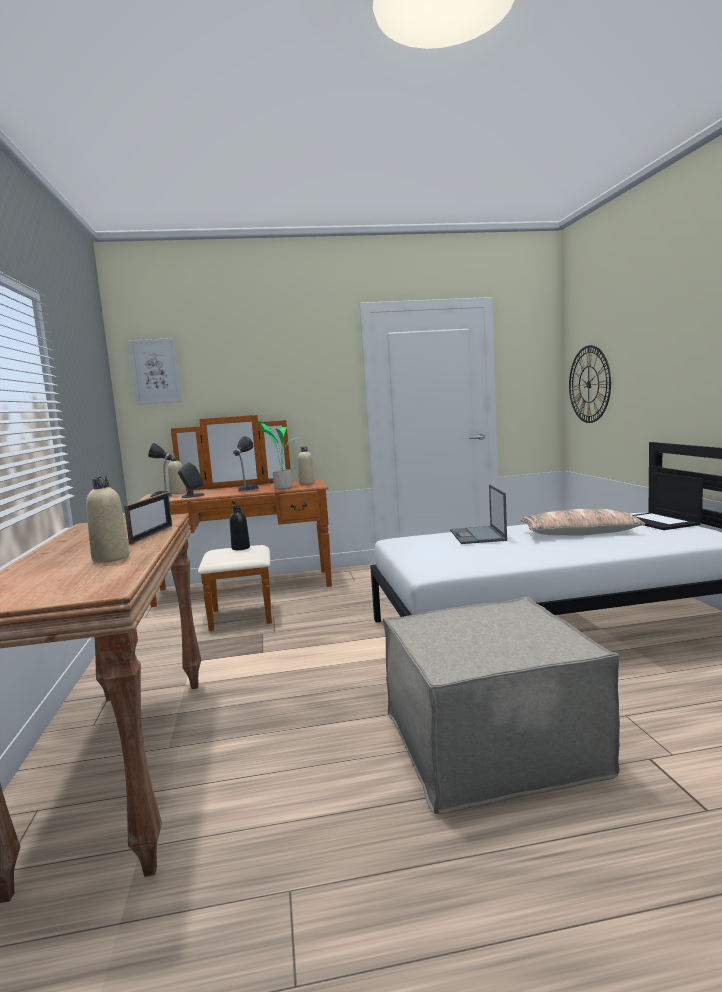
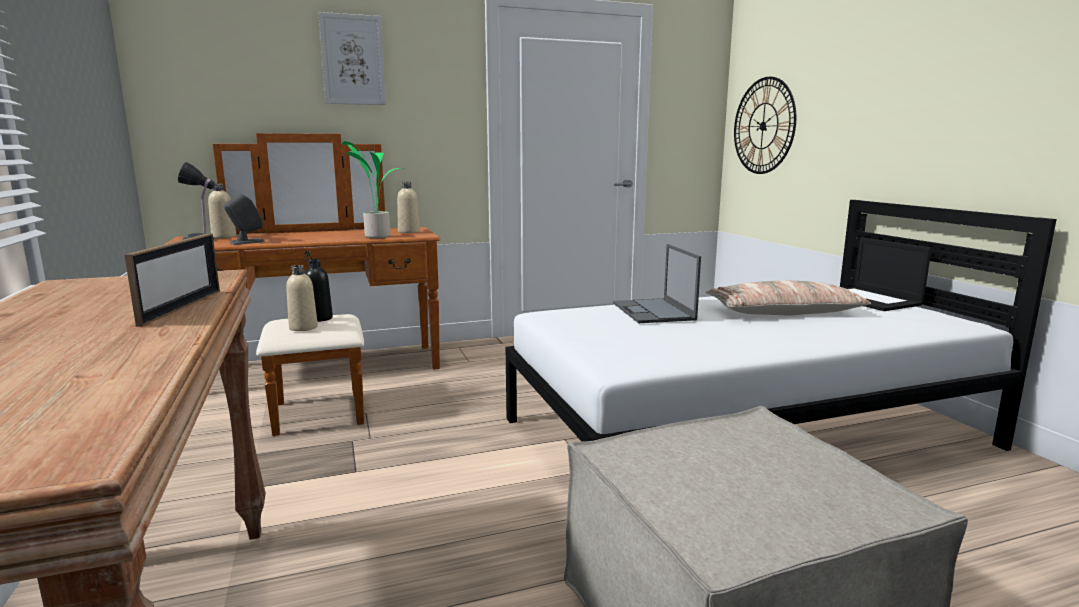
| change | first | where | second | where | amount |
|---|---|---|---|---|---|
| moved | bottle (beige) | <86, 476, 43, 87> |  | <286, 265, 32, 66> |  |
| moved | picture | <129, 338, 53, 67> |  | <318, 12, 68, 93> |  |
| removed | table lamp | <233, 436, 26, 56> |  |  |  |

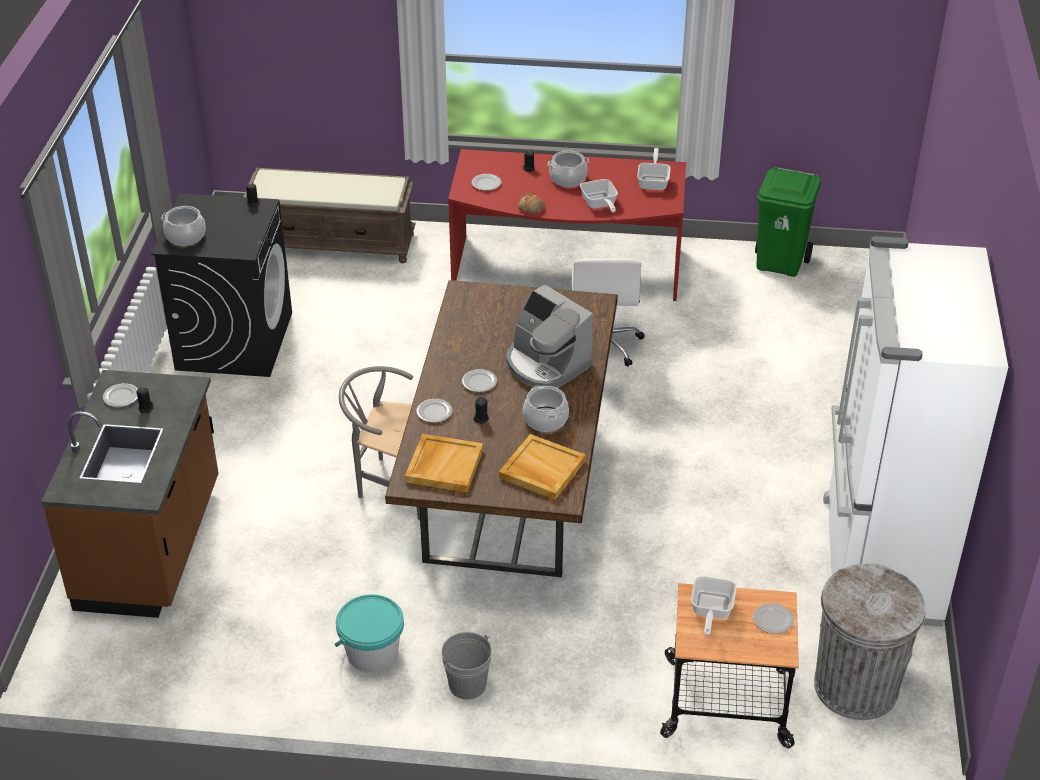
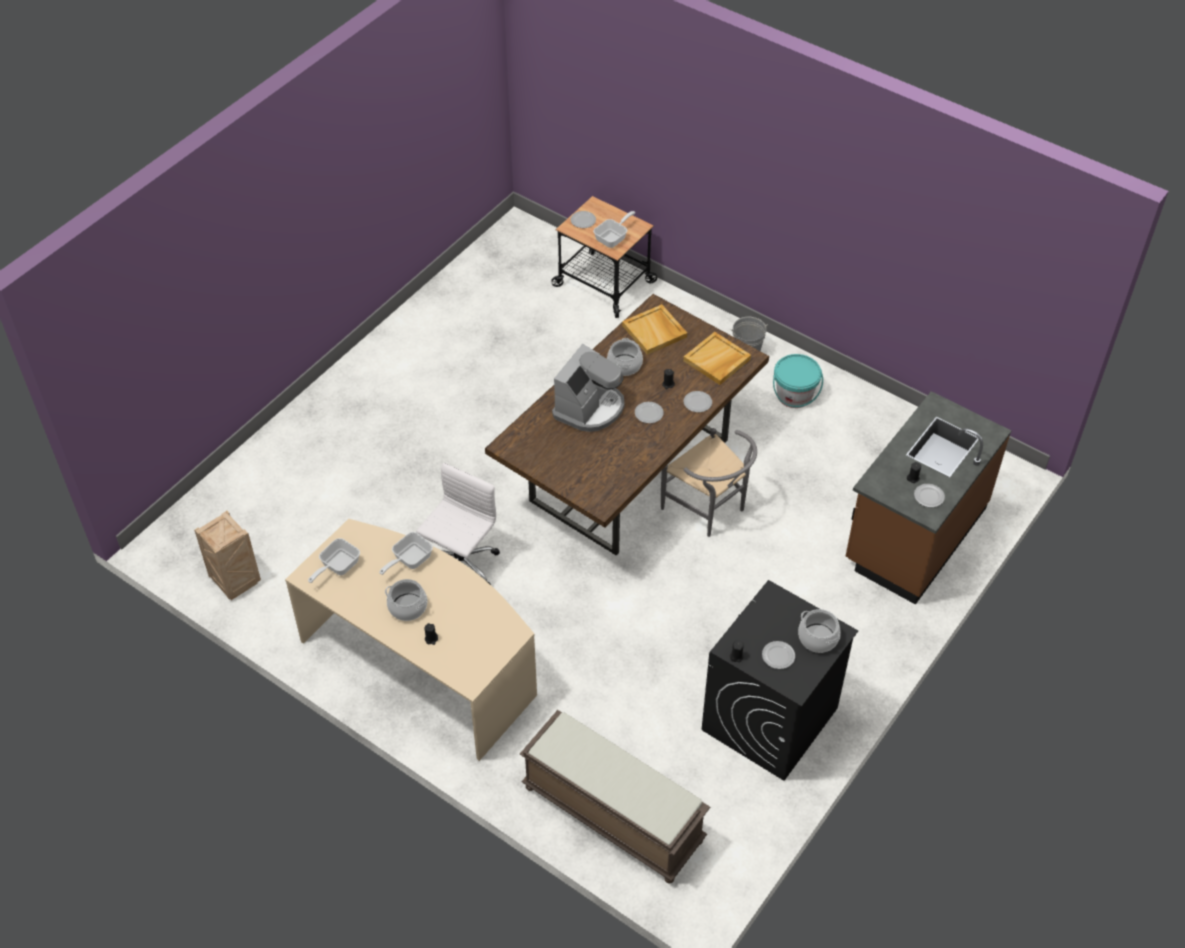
| change | first | where | second | where | amount |
|---|---|---|---|---|---|
| replaced | trash can (green) | <755, 167, 66, 110> | crate | <194, 510, 67, 90> |  |
| recoloured | desk (red) | <448, 149, 238, 152> | desk (beige) | <285, 519, 252, 242> |  |
| turned | frying pan | <580, 179, 38, 34> |  | <379, 532, 54, 43> | 150 degrees counterclockwise |
| turned | coffee machine | <506, 285, 87, 103> |  | <552, 344, 73, 88> | 45 degrees clockwise |
| moved | plate | <472, 174, 30, 17> |  | <762, 641, 33, 28> |  |
| removed | bread | <518, 193, 27, 21> |  |  |  |
| removed | trash can (grey) | <814, 563, 112, 157> |  |  |  |
| removed | fridge (white) | <823, 236, 185, 391> |  |  |  |

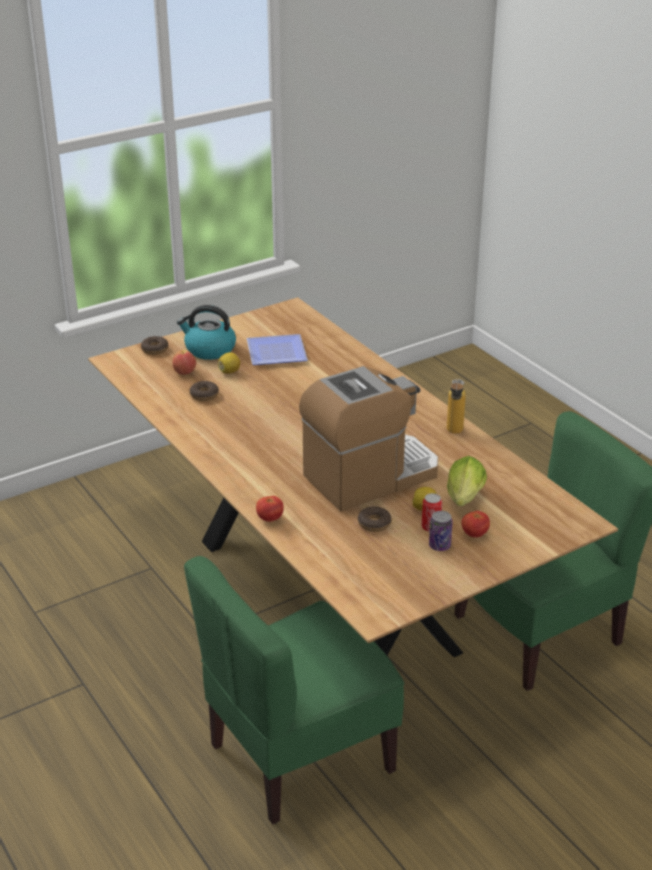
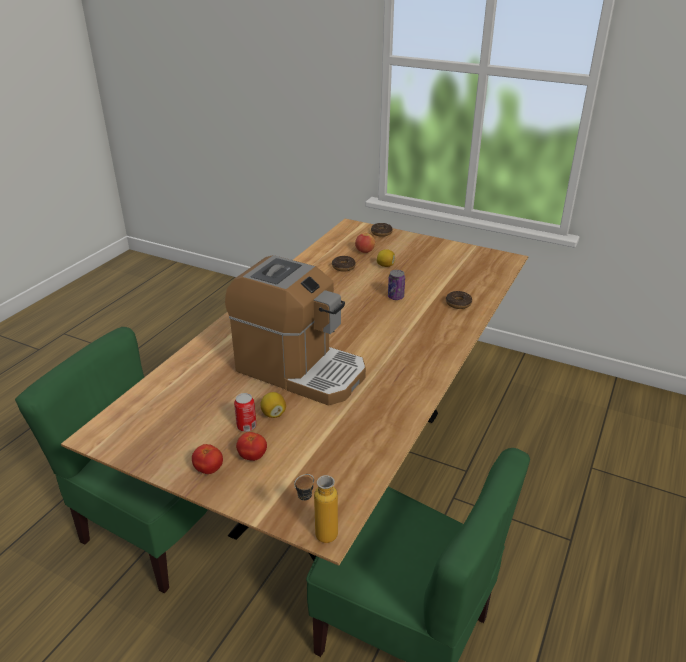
| change | first | where | second | where | amount |
|---|---|---|---|---|---|
| moved | tomato | <256, 496, 28, 26> |  | <192, 444, 31, 30> |  |
| moved | bottle | <447, 378, 19, 56> |  | <294, 474, 44, 69> |  |
| moved | can | <429, 511, 24, 40> |  | <388, 270, 17, 30> |  |
| moved | donut | <358, 506, 34, 26> |  | <446, 291, 26, 18> |  |
| removed | kettle | <177, 305, 59, 55> |  |  |  |
| removed | plate | <247, 334, 61, 31> |  |  |  |
| removed | lettuce | <447, 456, 40, 50> |  |  |  |

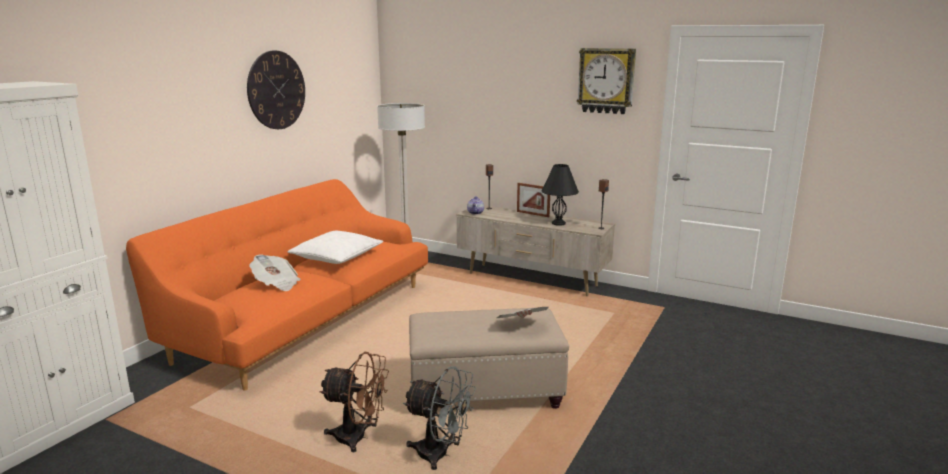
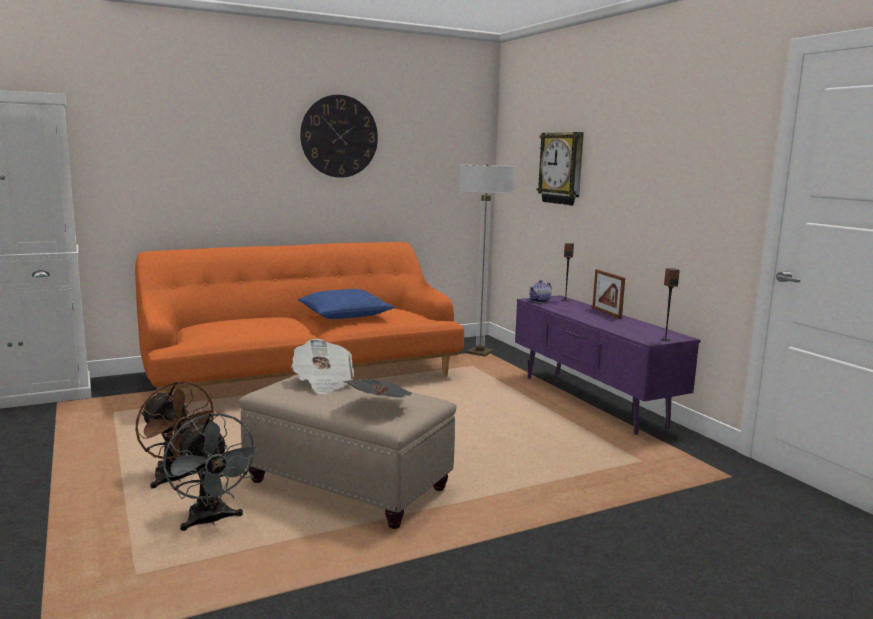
| change | first | where | second | where | amount |
|---|---|---|---|---|---|
| moved | newspaper | <249, 254, 51, 37> |  | <291, 339, 63, 55> |  |
| recoloured | pillow (white) | <287, 231, 96, 33> | pillow (blue) | <298, 289, 96, 30> |  |
| recoloured | tv stand (beige) | <456, 206, 159, 90> | tv stand (purple) | <515, 295, 186, 140> |  |
| moved | wall clock | <577, 48, 59, 66> |  | <537, 132, 47, 73> |  |
| removed | table lamp (black) | <542, 164, 37, 62> |  |  |  |

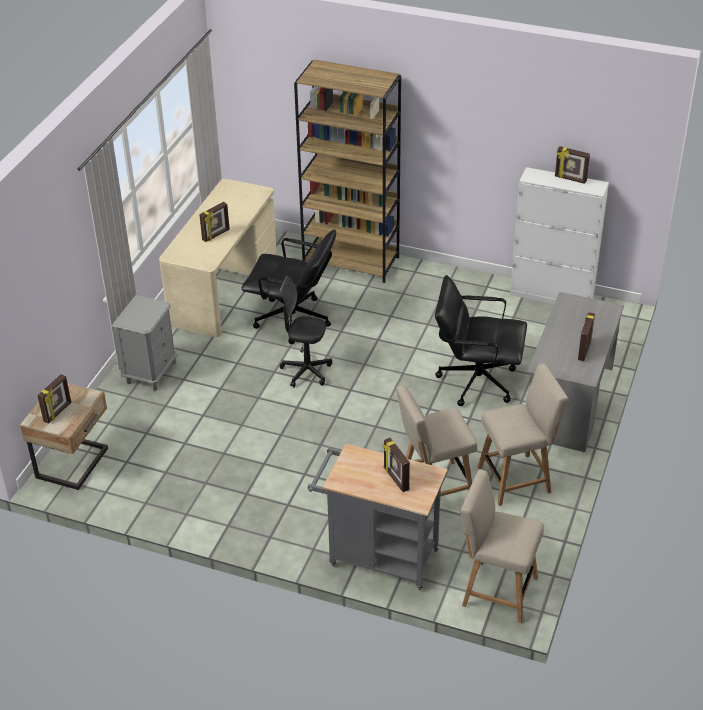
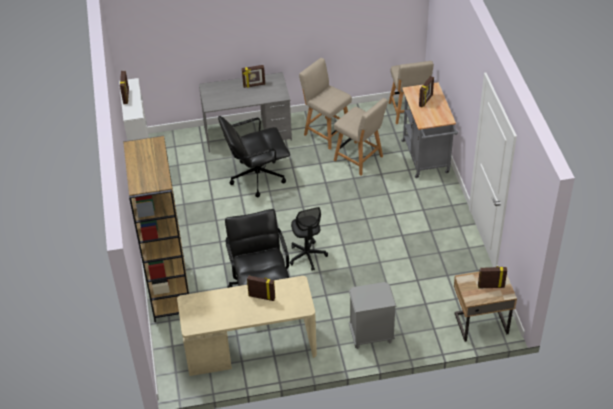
| change | first | where | second | where | amount |
|---|---|---|---|---|---|
| turned | office chair (black) | <435, 275, 92, 131> |  | <218, 116, 72, 81> | 90 degrees clockwise |

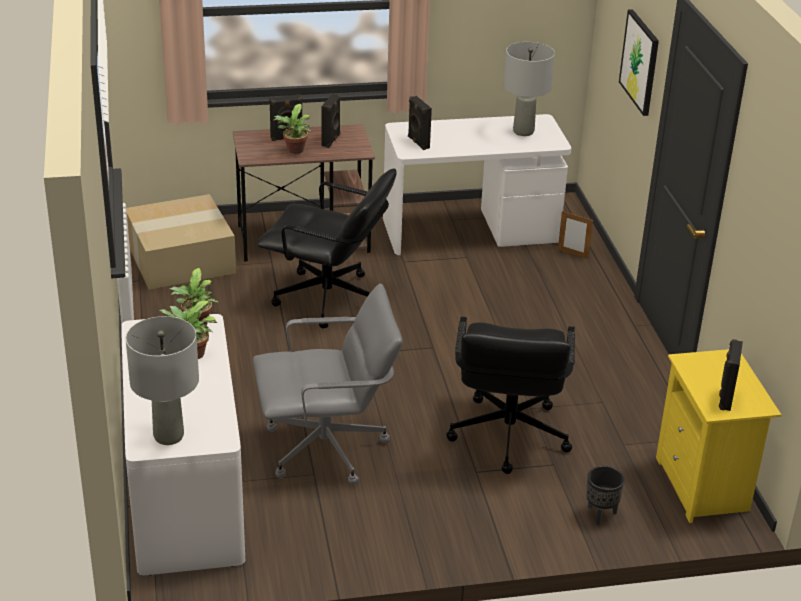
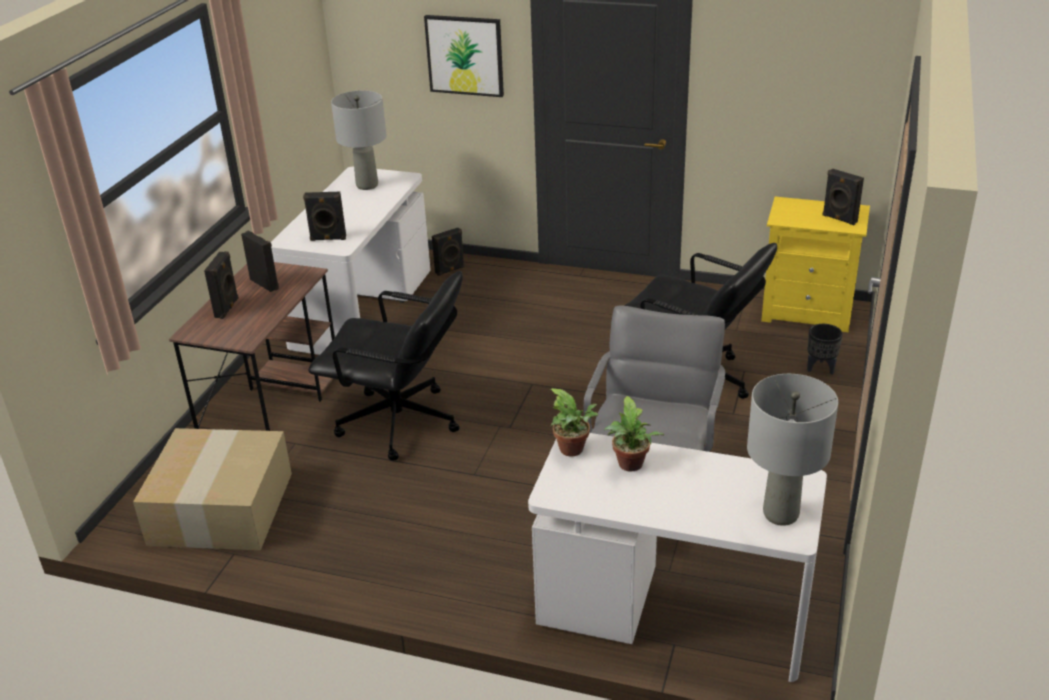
| change | first | where | second | where | amount |
|---|---|---|---|---|---|
| turned | office chair (black) | <257, 168, 140, 160> |  | <308, 271, 155, 190> | 60 degrees clockwise |
| replaced | picture frame | <558, 211, 35, 48> | speaker (black) | <432, 228, 33, 48> |  |
| removed | potted plant | <274, 104, 38, 50> |  |  |  |

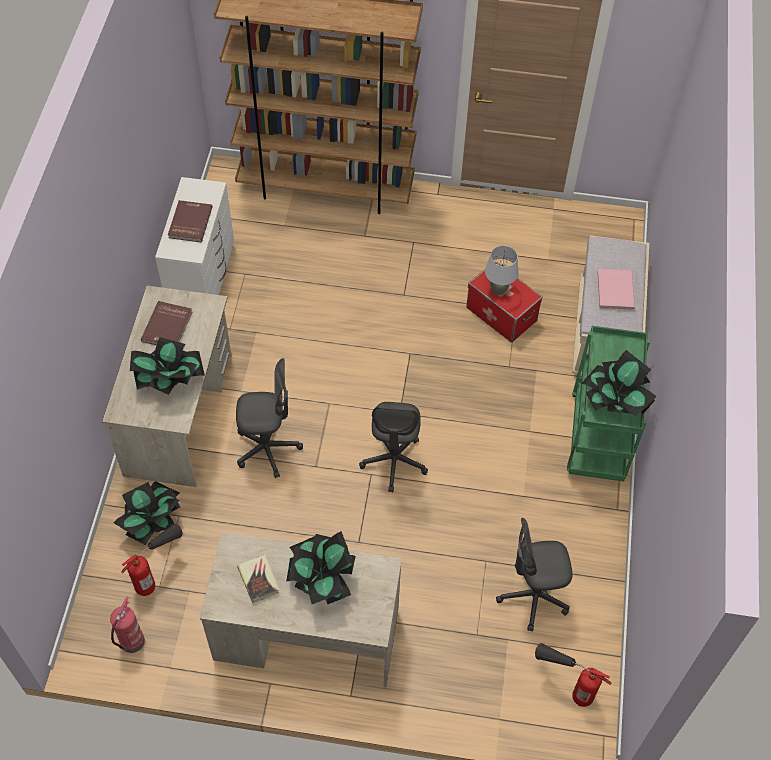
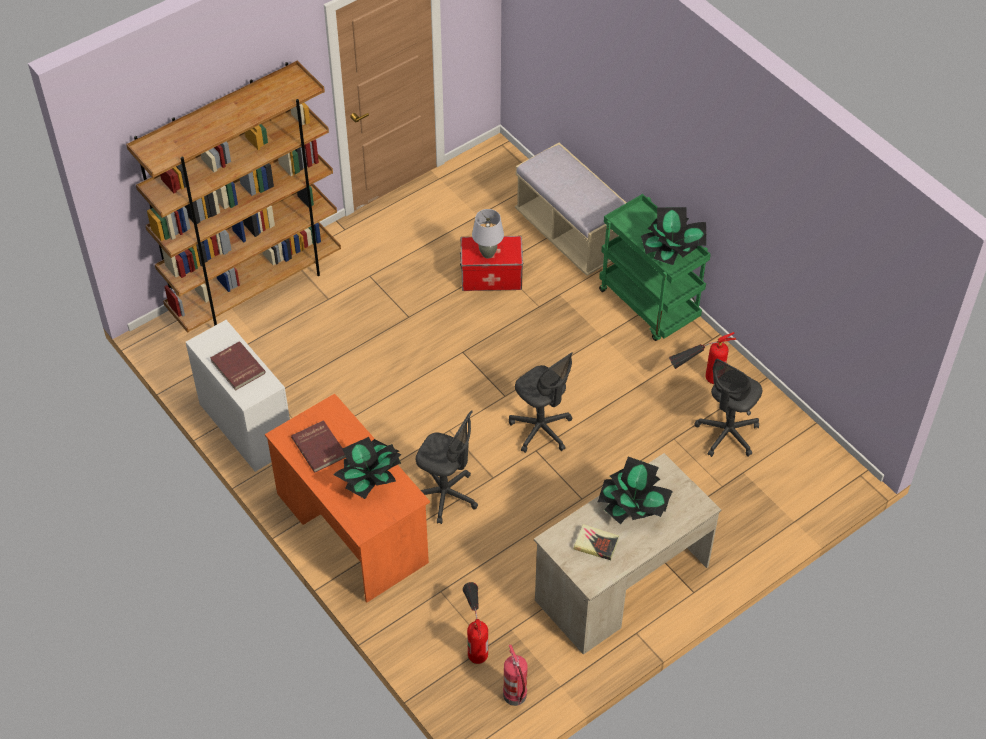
| change | first | where | second | where | amount |
|---|---|---|---|---|---|
| recoloured | desk (beige) | <102, 286, 130, 201> | desk (orange) | <265, 394, 165, 209> |  |
| turned | office chair (grey) | <236, 358, 67, 120> |  | <416, 411, 62, 113> | 75 degrees clockwise |
| moved | fire extinguisher | <535, 643, 76, 64> |  | <669, 332, 67, 52> |  |
| removed | potted plant | <114, 481, 66, 64> |  |  |  |
| removed | book (pink) | <597, 269, 38, 41> |  |  |  |

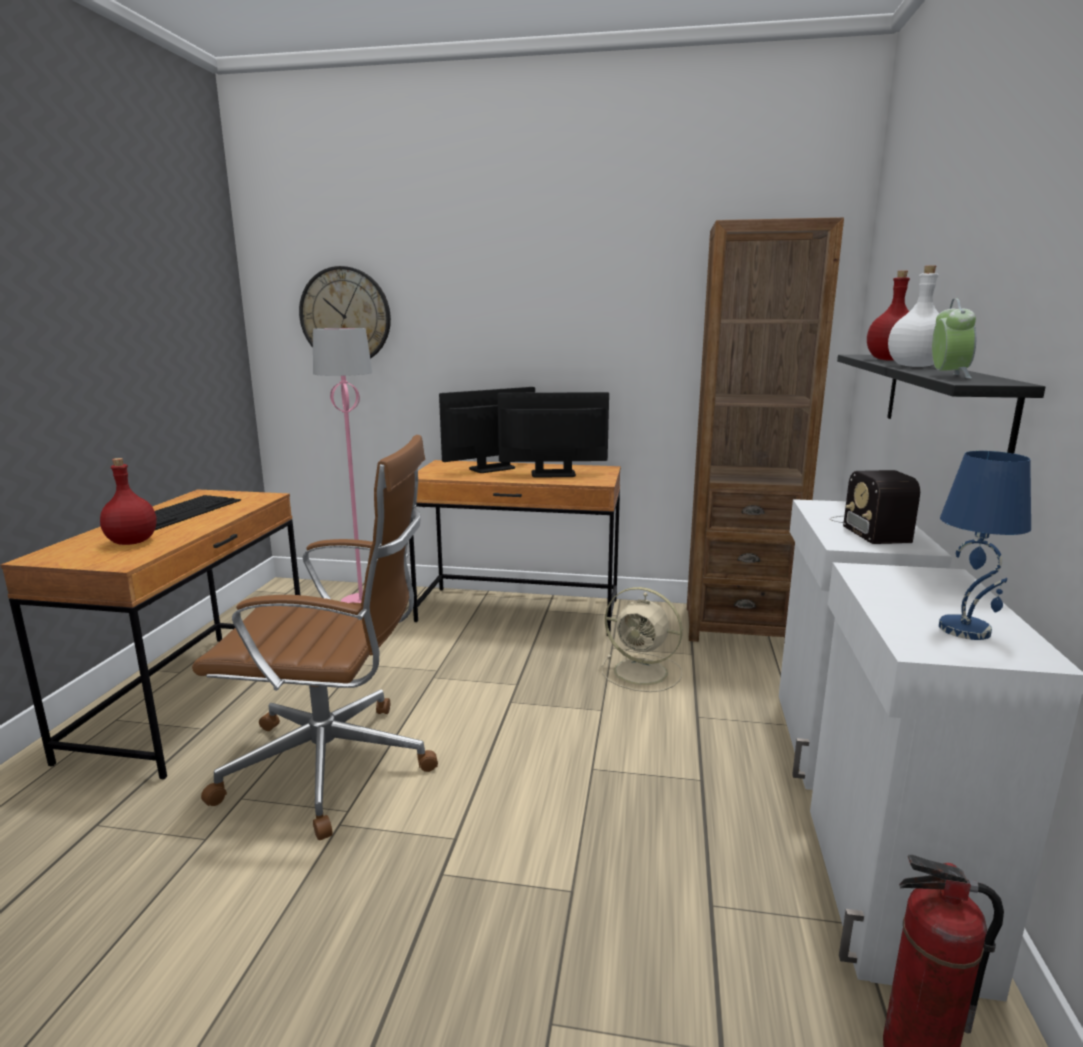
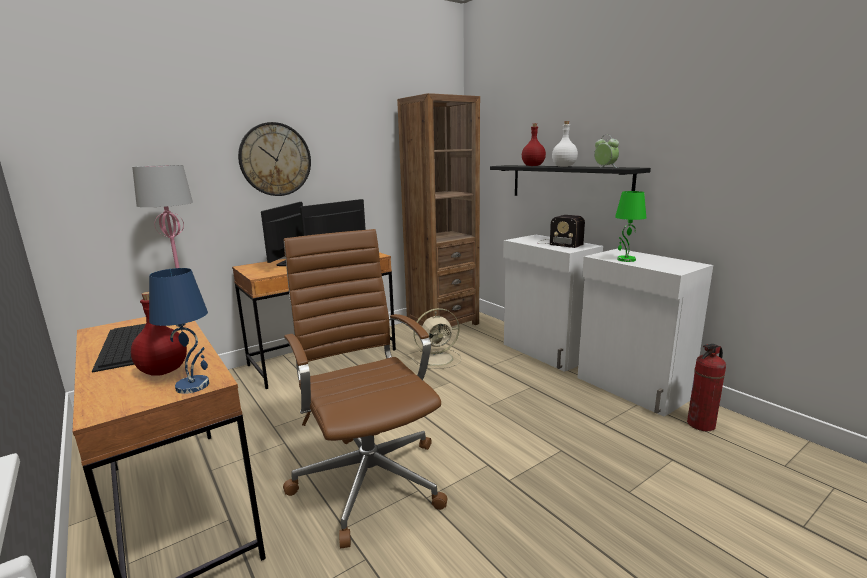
| change | first | where | second | where | amount |
|---|---|---|---|---|---|
| moved | table lamp (blue) | <939, 451, 92, 189> |  | <149, 268, 60, 126> |  |
| moved | wall clock | <299, 266, 92, 93> |  | <238, 122, 73, 74> |  |
| turned | office chair (brown) | <192, 435, 246, 405> |  | <283, 229, 165, 319> | 75 degrees counterclockwise |
| added |  |  | table lamp (green) | <615, 191, 31, 71> |  |

